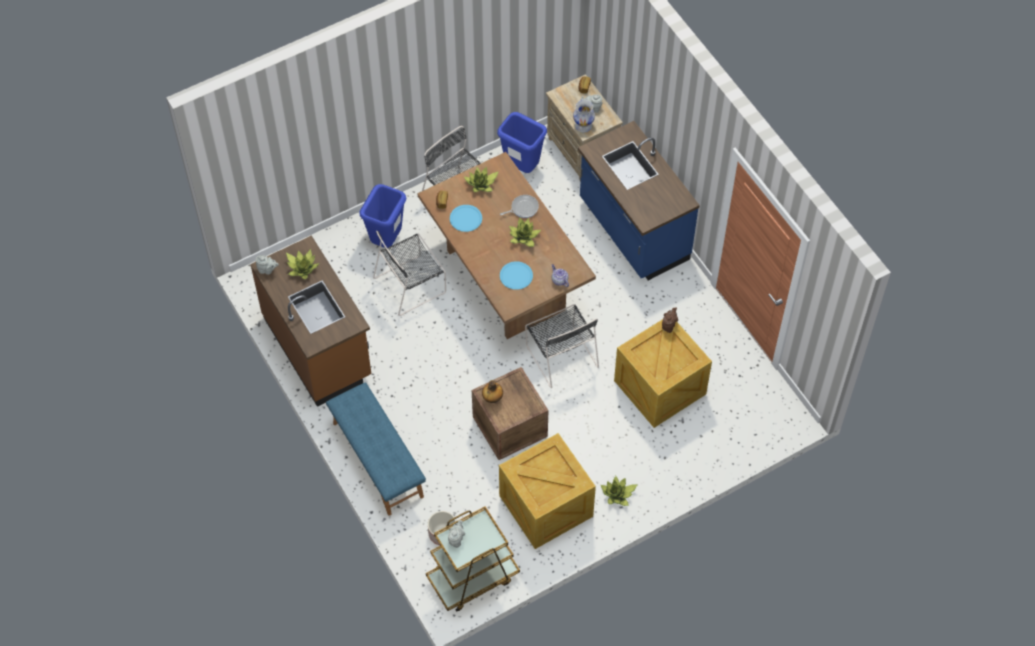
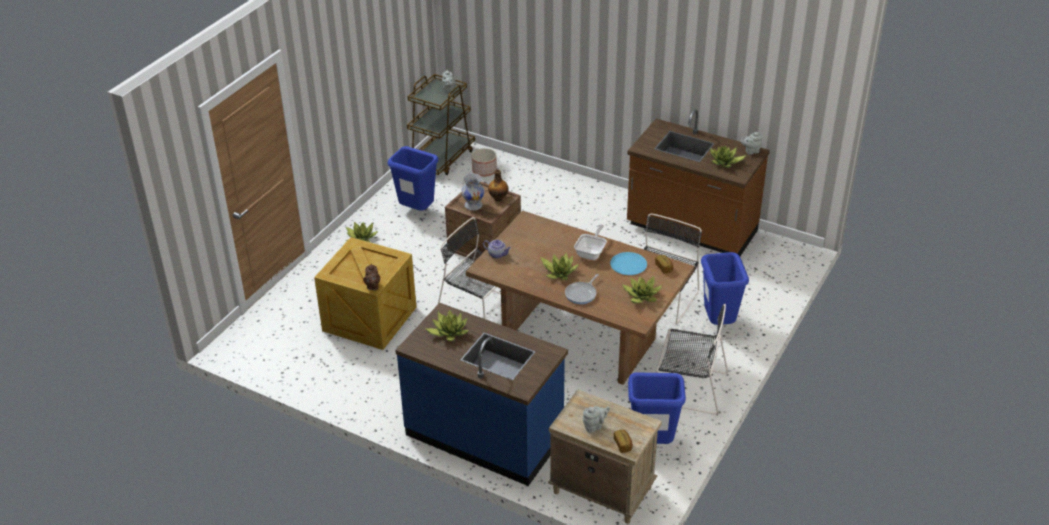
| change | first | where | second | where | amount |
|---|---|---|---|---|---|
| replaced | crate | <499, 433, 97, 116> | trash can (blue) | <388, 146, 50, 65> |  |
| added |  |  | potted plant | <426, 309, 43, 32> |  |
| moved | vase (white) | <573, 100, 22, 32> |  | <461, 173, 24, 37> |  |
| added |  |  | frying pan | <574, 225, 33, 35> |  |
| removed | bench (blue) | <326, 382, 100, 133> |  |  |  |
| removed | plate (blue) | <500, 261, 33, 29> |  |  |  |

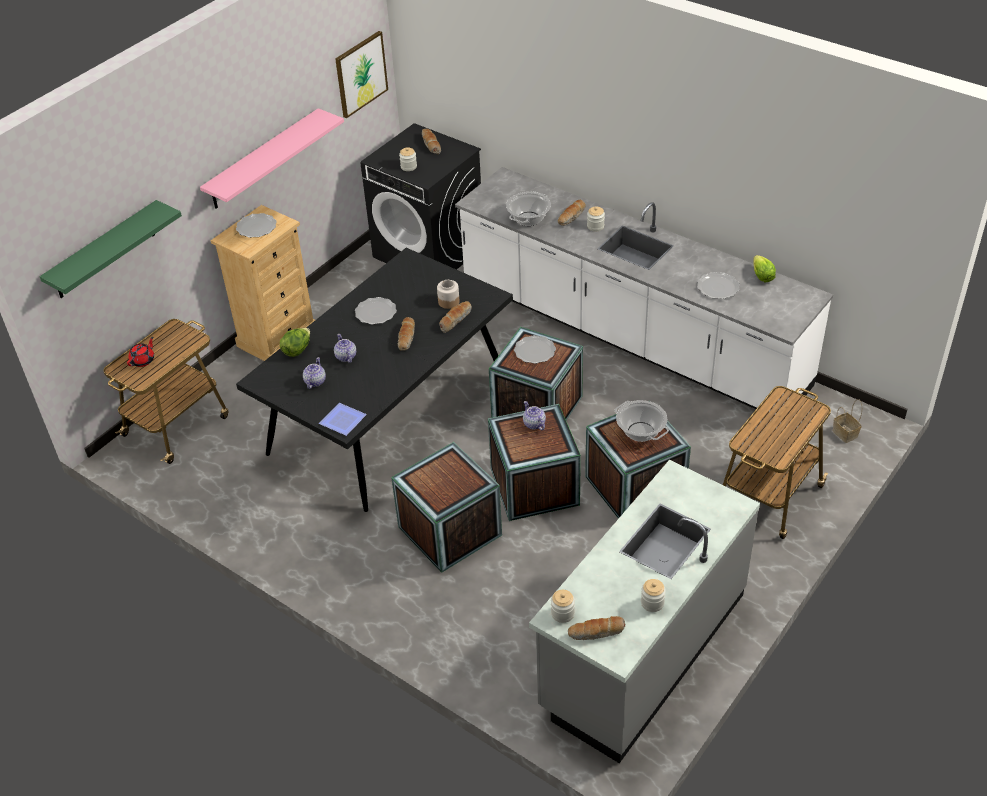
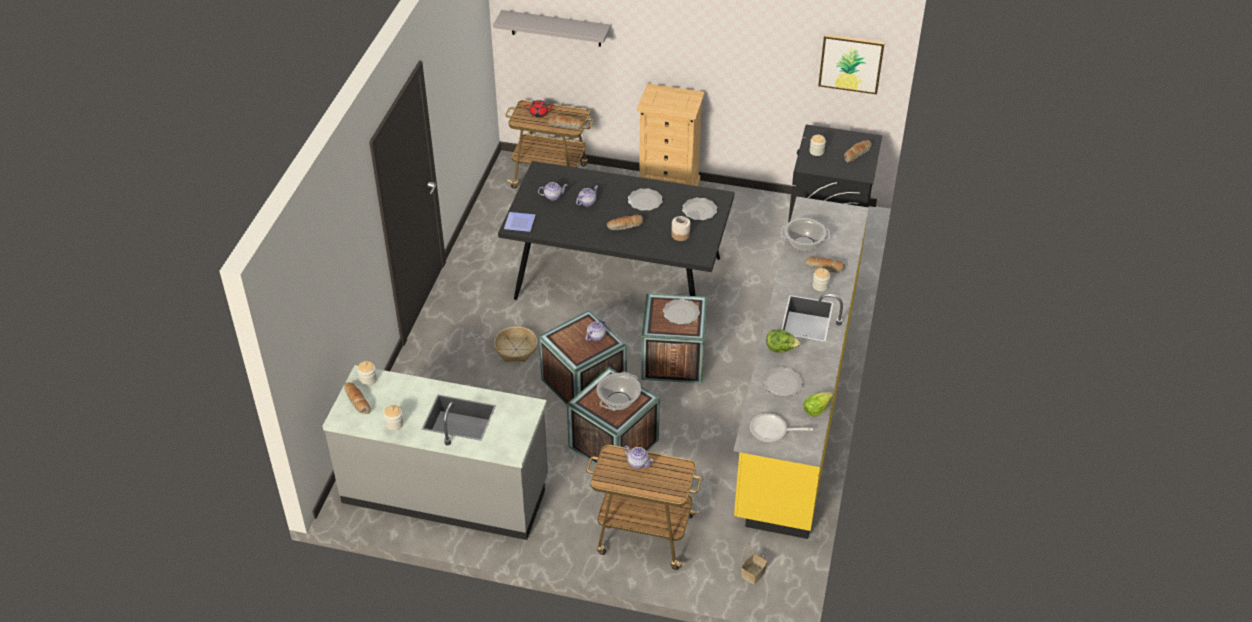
| change | first | where | second | where | amount |
|---|---|---|---|---|---|
| recoloured | shelf (green) | <39, 200, 143, 98> | shelf (grey) | <493, 10, 118, 37> |  |
| replaced | crate | <391, 442, 111, 131> | basket | <494, 326, 43, 36> |  |
| moved | bread | <439, 301, 33, 32> |  | <548, 116, 35, 13> |  |
| added |  |  | teapot | <623, 446, 30, 23> |  |
| moved | plate | <236, 213, 41, 25> |  | <682, 198, 35, 22> |  |
| recoloured | counter (white) | <455, 167, 378, 254> | counter (yellow) | <734, 197, 135, 342> |  |
| added |  |  | frying pan | <750, 413, 63, 29> |  |
| moved | lettuce | <280, 328, 30, 29> |  | <766, 329, 35, 24> |  |
| removed | shelf (pink) | <200, 108, 144, 101> |  |  |  |

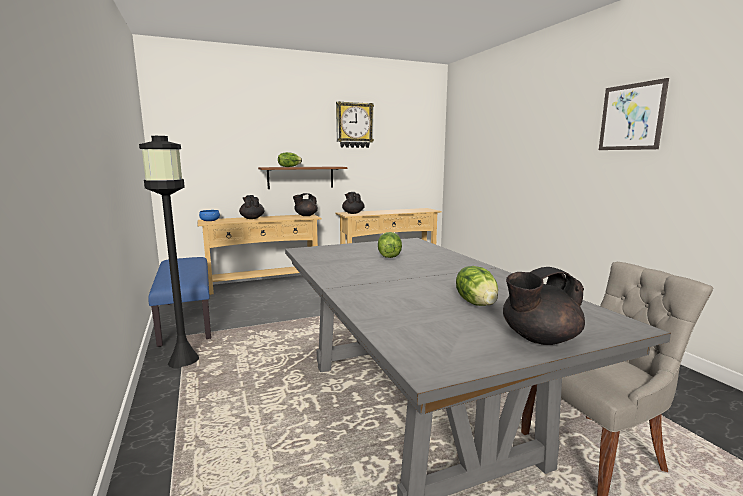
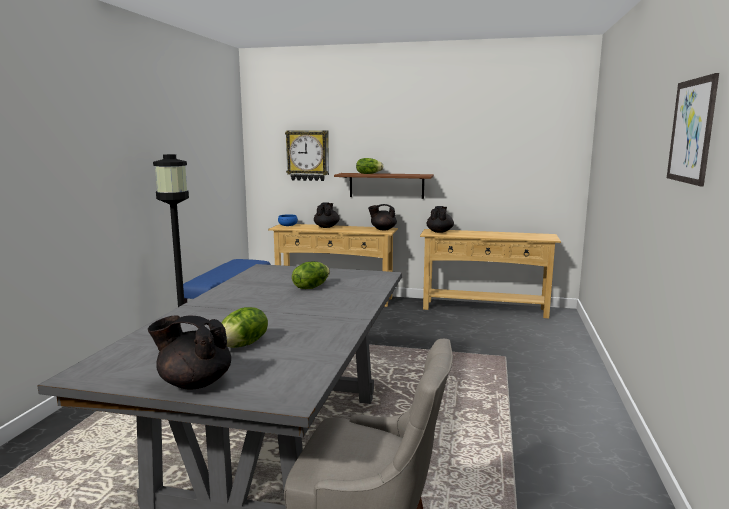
| change | first | where | second | where | amount |
|---|---|---|---|---|---|
| moved | wall clock | <336, 101, 38, 47> |  | <285, 130, 44, 51> |  |

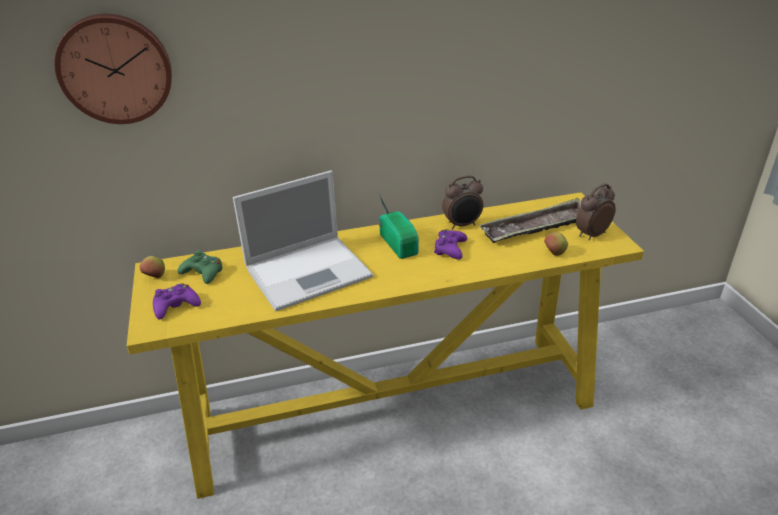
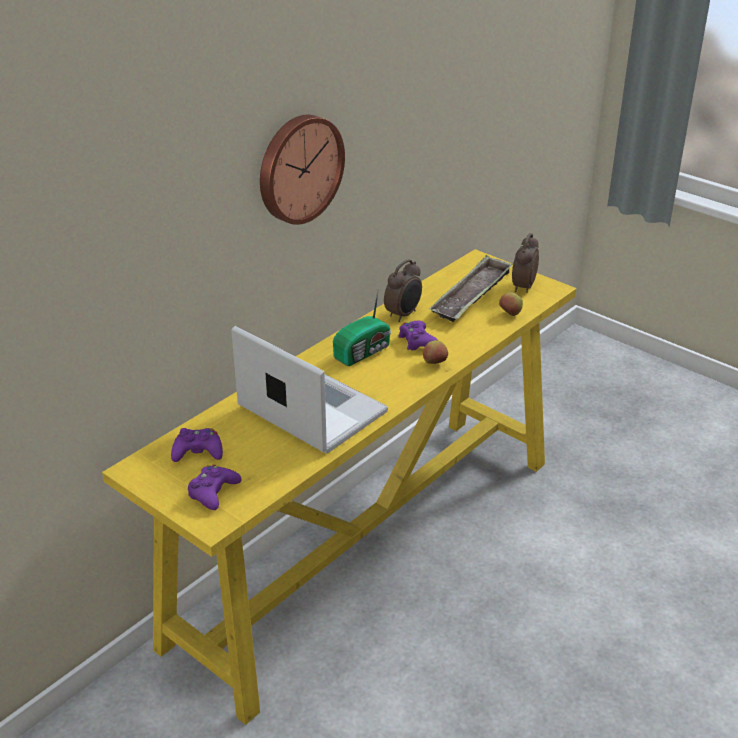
| change | first | where | second | where | amount |
|---|---|---|---|---|---|
| recoloured | game controller (green) | <178, 250, 45, 34> | game controller (purple) | <171, 428, 52, 34> |  |
| turned | laptop | <233, 171, 140, 140> |  | <231, 326, 157, 128> | 75 degrees counterclockwise |
| moved | wall clock | <54, 14, 118, 110> |  | <260, 115, 85, 110> |  |
| turned | radio | <376, 189, 43, 70> |  | <333, 286, 58, 80> | 105 degrees clockwise |
| moved | apple | <140, 256, 25, 22> |  | <423, 340, 25, 24> |  |

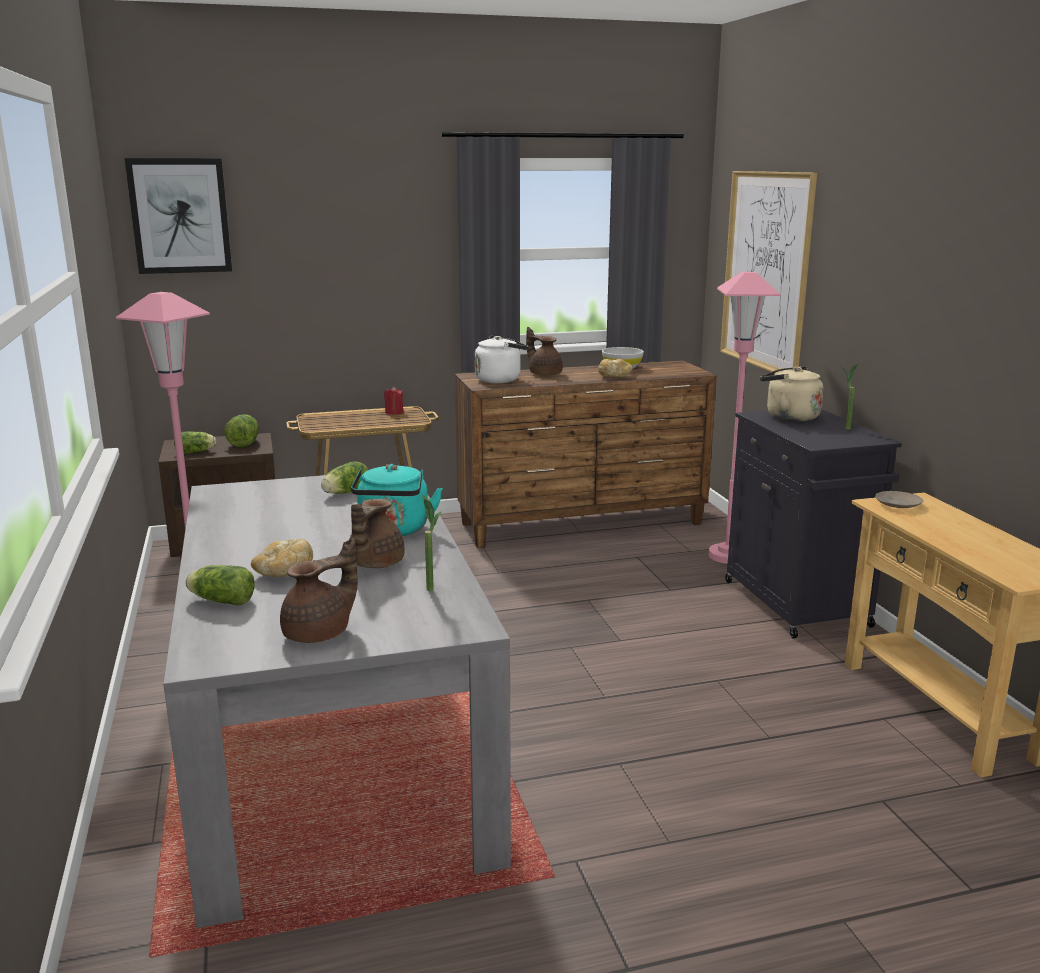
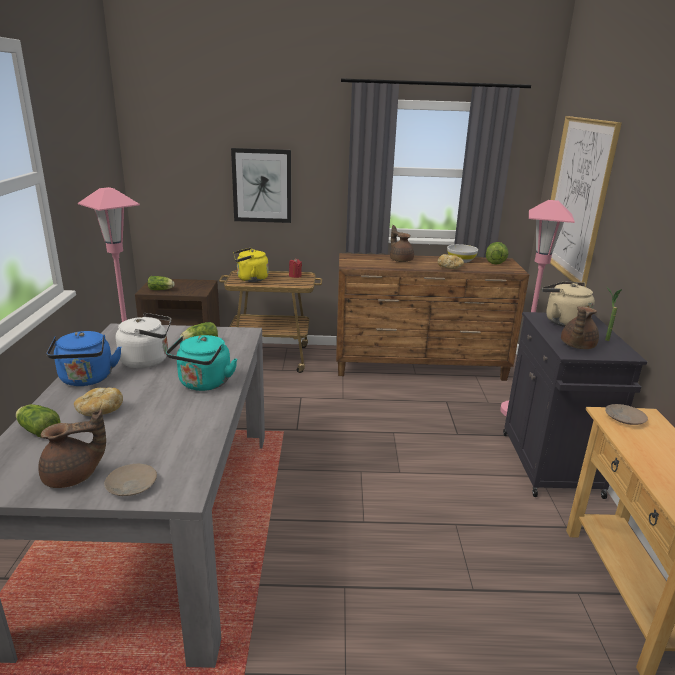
| change | first | where | second | where | amount |
|---|---|---|---|---|---|
| added |  |  | kettle (blue) | <47, 331, 75, 55> |  |
| added |  |  | plate (beige) | <104, 464, 53, 32> |  |
| moved | kettle (white) | <475, 336, 53, 47> |  | <116, 313, 55, 55> |  |
| moved | picture | <125, 158, 107, 116> |  | <231, 148, 60, 75> |  |
| added |  |  | kettle (yellow) | <234, 248, 35, 34> |  |
| moved | lettuce | <224, 414, 35, 33> |  | <486, 242, 23, 22> |  |
| moved | teapot (brown) | <350, 499, 55, 69> |  | <561, 306, 38, 43> |  |
| removed | potted plant | <422, 494, 20, 97> |  |  |  |

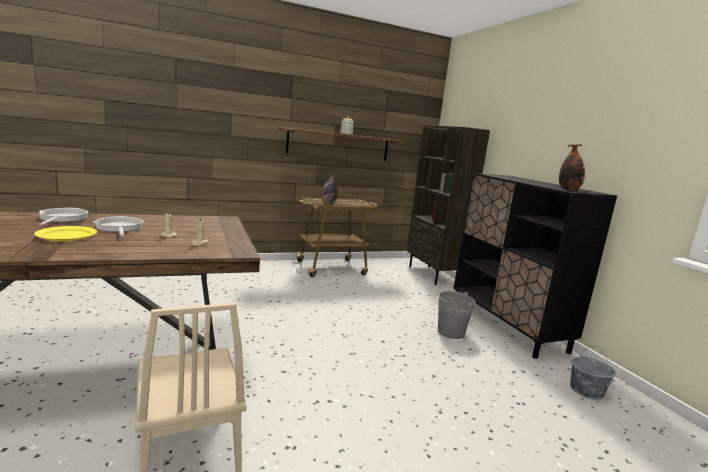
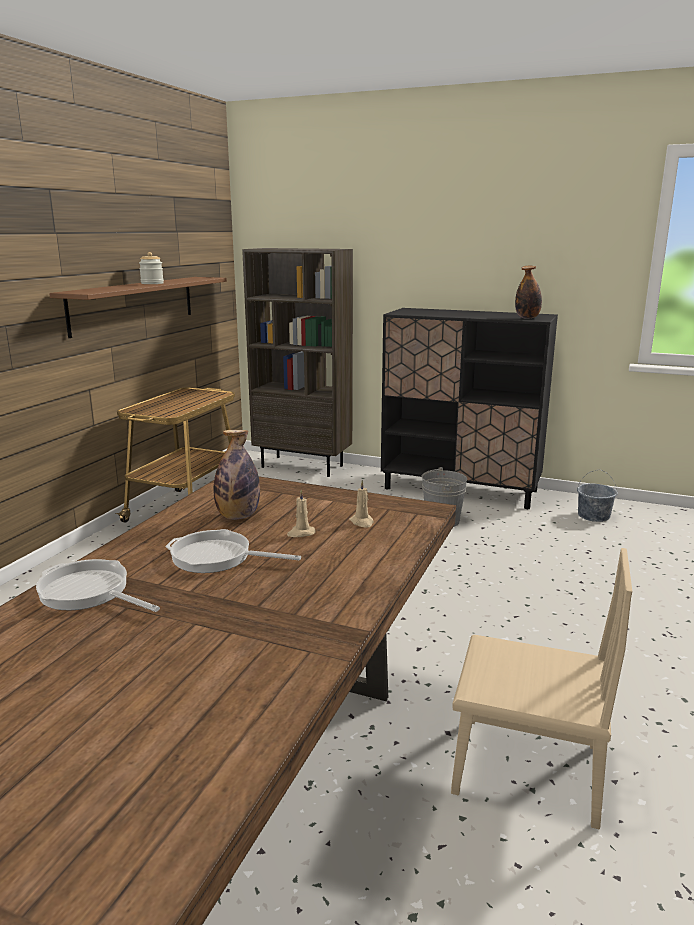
| change | first | where | second | where | amount |
|---|---|---|---|---|---|
| moved | bottle | <321, 173, 16, 31> |  | <214, 430, 46, 89> |  |
| removed | plate (yellow) | <34, 226, 63, 15> |  |  |  |

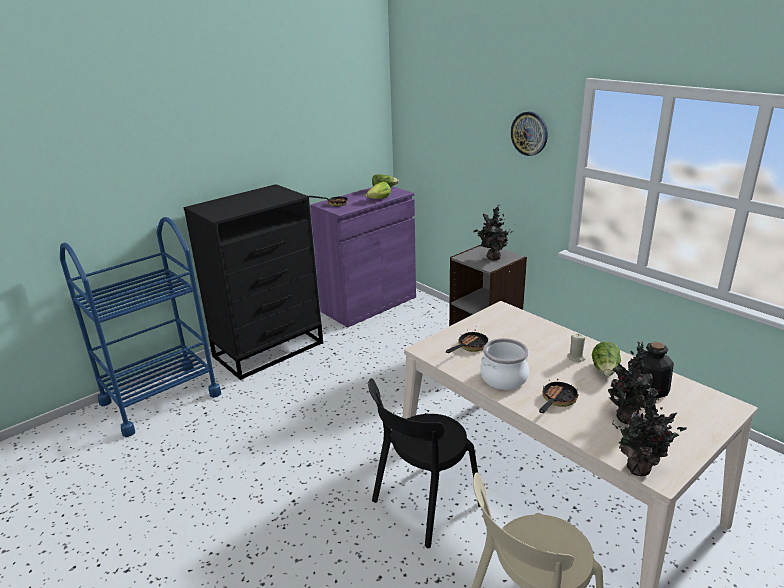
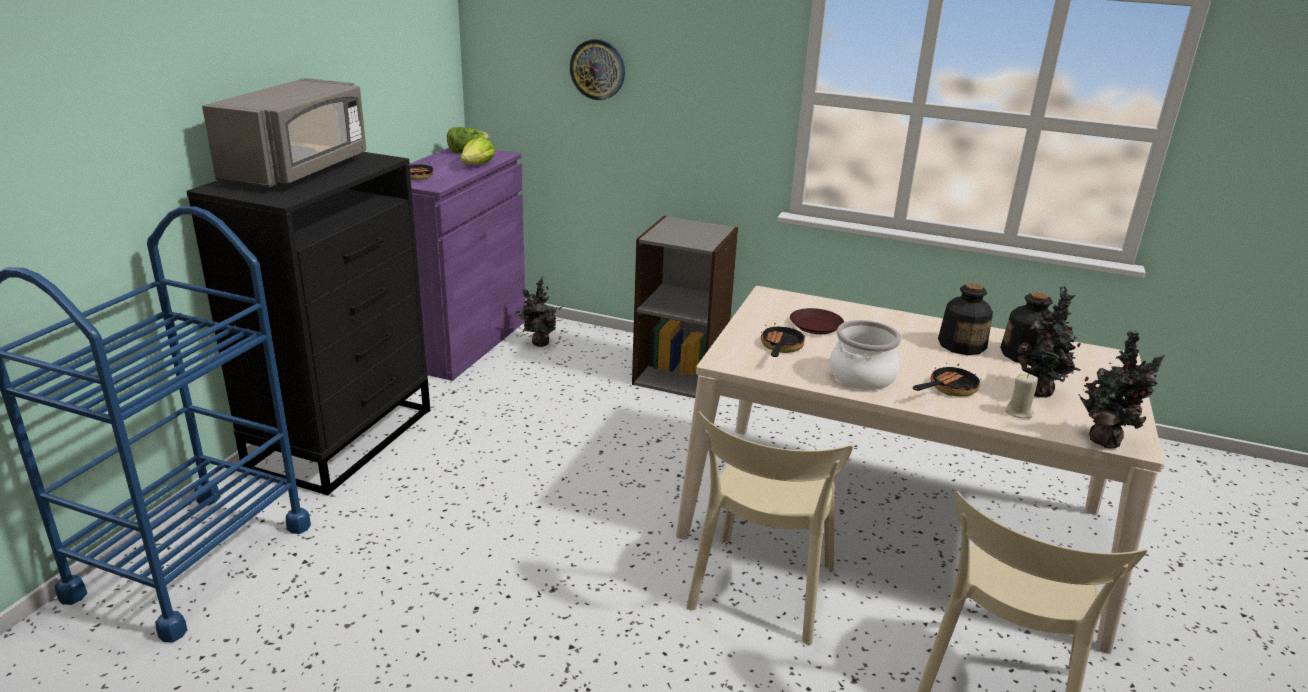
| change | first | where | second | where | amount |
|---|---|---|---|---|---|
| added |  |  | microwave (grey) | <202, 78, 164, 109> |  |
| moved | potted plant | <473, 204, 42, 57> |  | <514, 276, 49, 71> |  |
| moved | wall clock | <511, 111, 37, 45> |  | <570, 39, 55, 61> |  |
| recoloured | chair (black) | <368, 378, 112, 170> | chair (beige) | <686, 411, 167, 234> |  |
| added |  |  | plate (brown) | <790, 308, 54, 26> |  |
| turned | frying pan | <539, 379, 40, 34> |  | <913, 363, 68, 34> | 45 degrees clockwise |
| replaced | lettuce | <592, 341, 29, 35> | bottle | <938, 283, 55, 72> |  |
| moved | candle (beige) | <567, 333, 19, 29> |  | <1005, 374, 33, 45> |  |

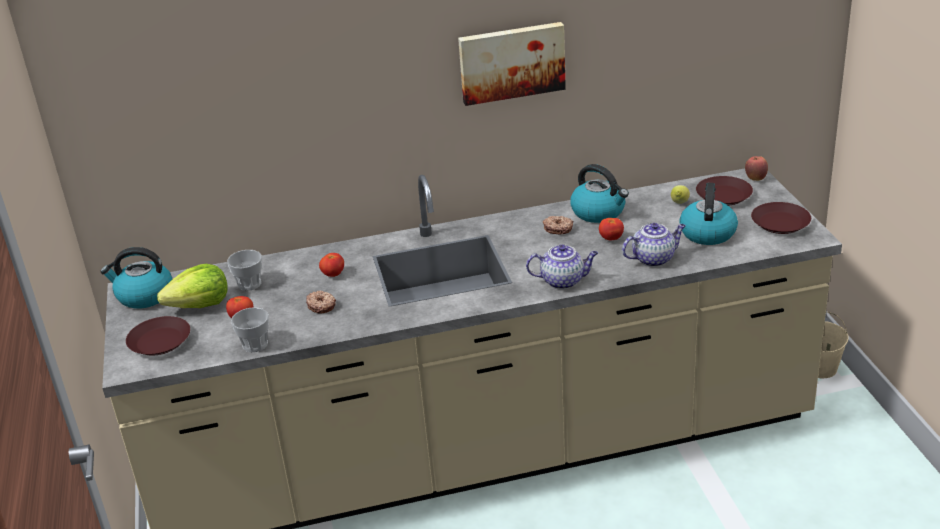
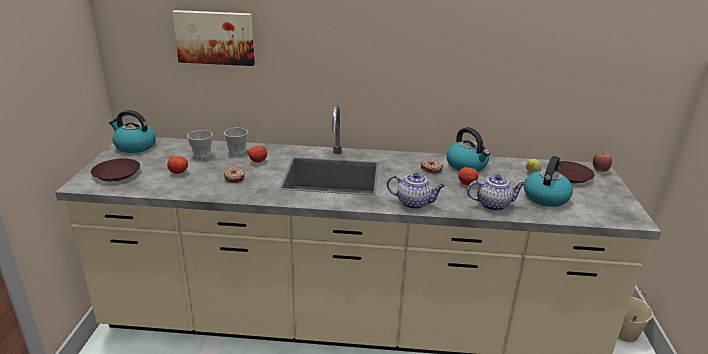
| change | first | where | second | where | amount |
|---|---|---|---|---|---|
| moved | picture | <458, 22, 108, 84> |  | <172, 10, 83, 56> |  |
| moved | cup | <231, 307, 38, 45> |  | <223, 128, 25, 27> |  |
| removed | lettuce | <157, 264, 71, 44> |  |  |  |
| removed | plate (brown) | <751, 202, 60, 32> |  |  |  |

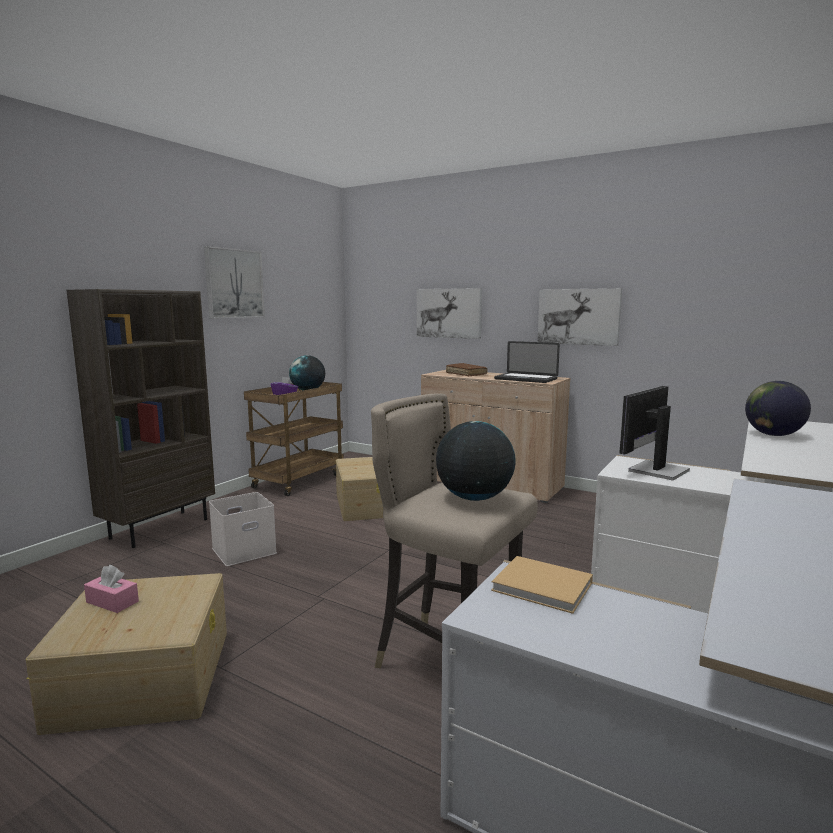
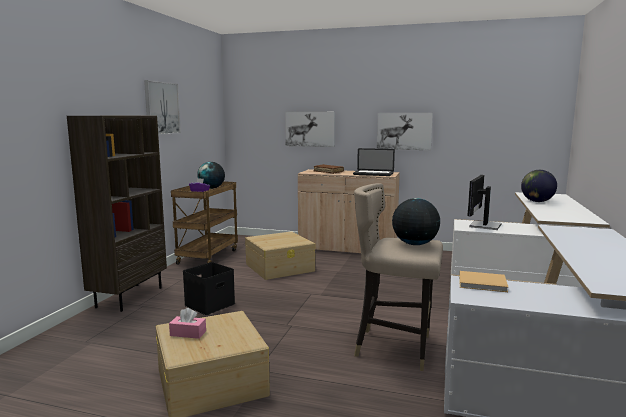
| change | first | where | second | where | amount |
|---|---|---|---|---|---|
| recoloured | storage box (white) | <209, 492, 68, 74> | storage box (black) | <183, 262, 52, 53> |  |

